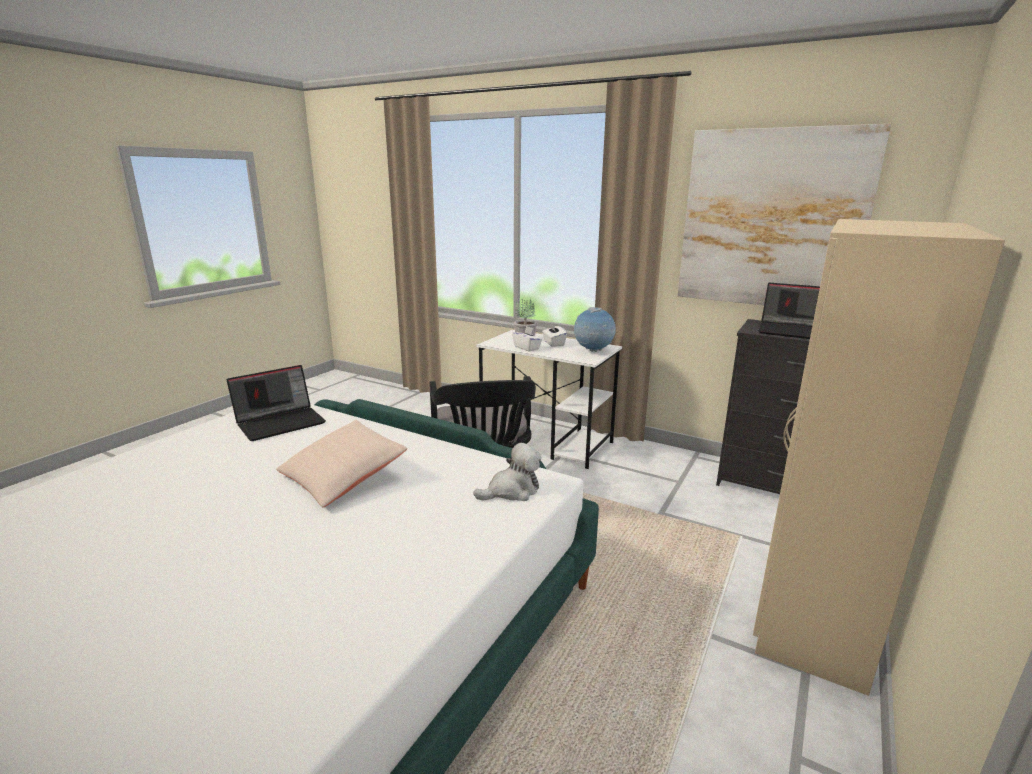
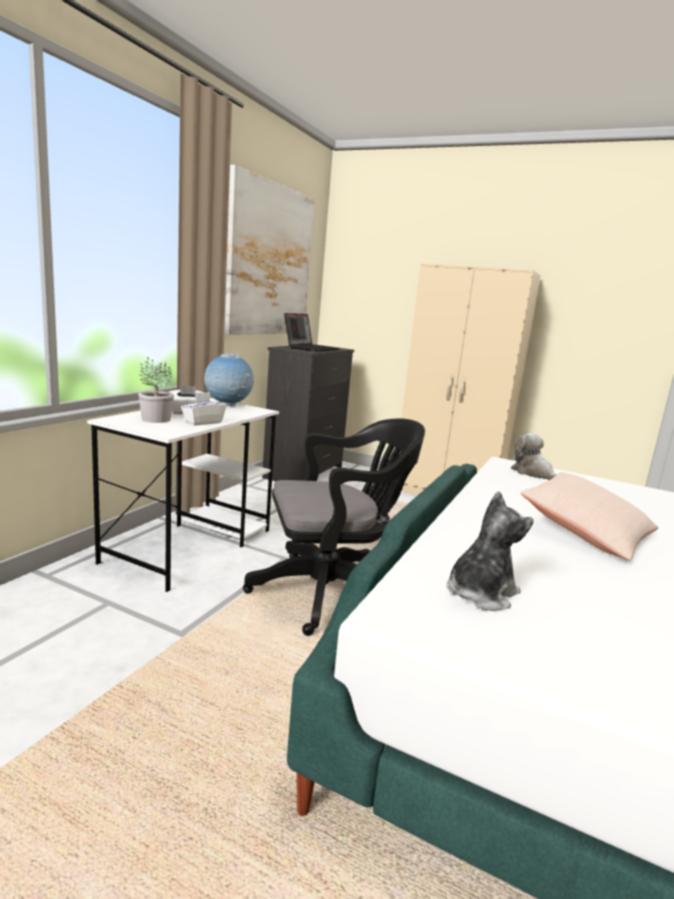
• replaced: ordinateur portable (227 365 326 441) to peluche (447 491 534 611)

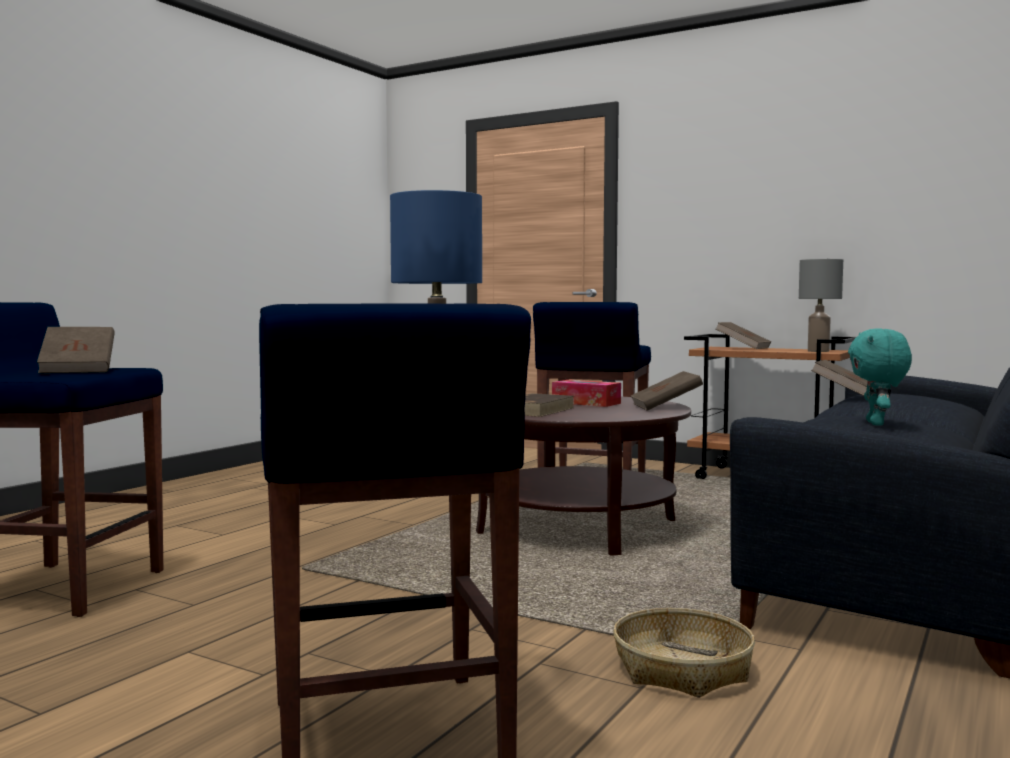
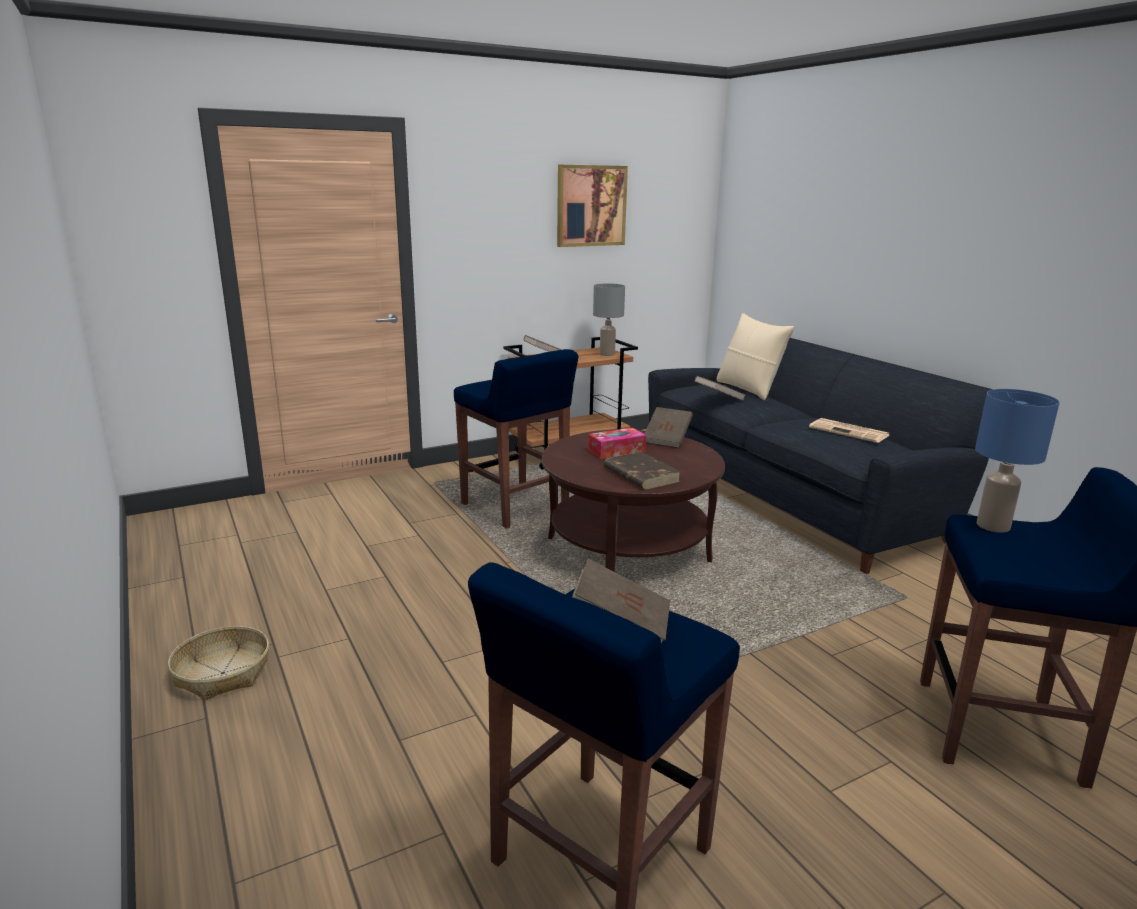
• moved: panier (613 608 755 698) to (168 626 269 700)
• replaced: peluche (turquoise) (848 328 912 426) to journal (809 418 889 443)
• added: tableau (557 165 628 247)
• added: coussin (beige) (717 313 794 400)

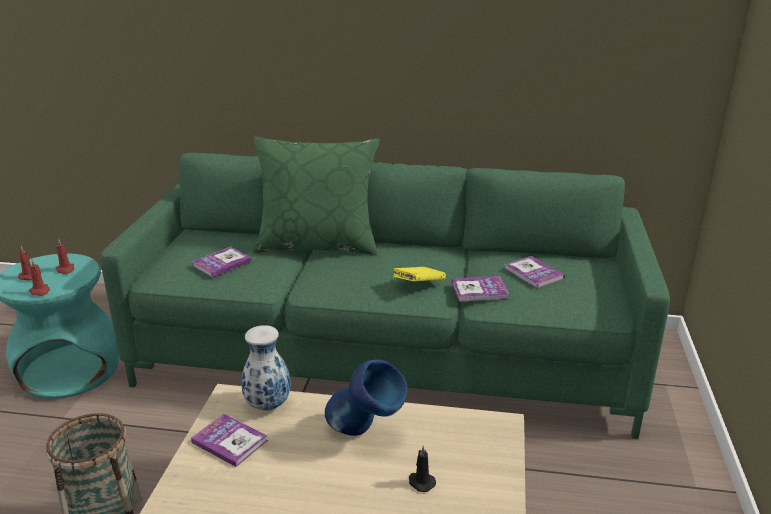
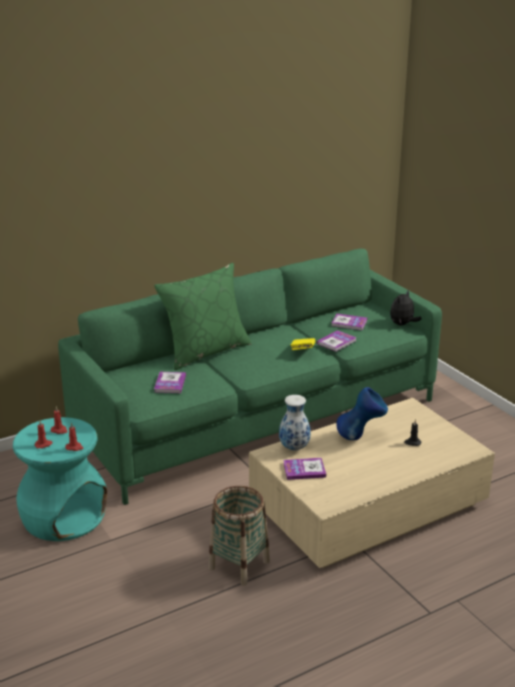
• added: peluche (390 290 422 325)

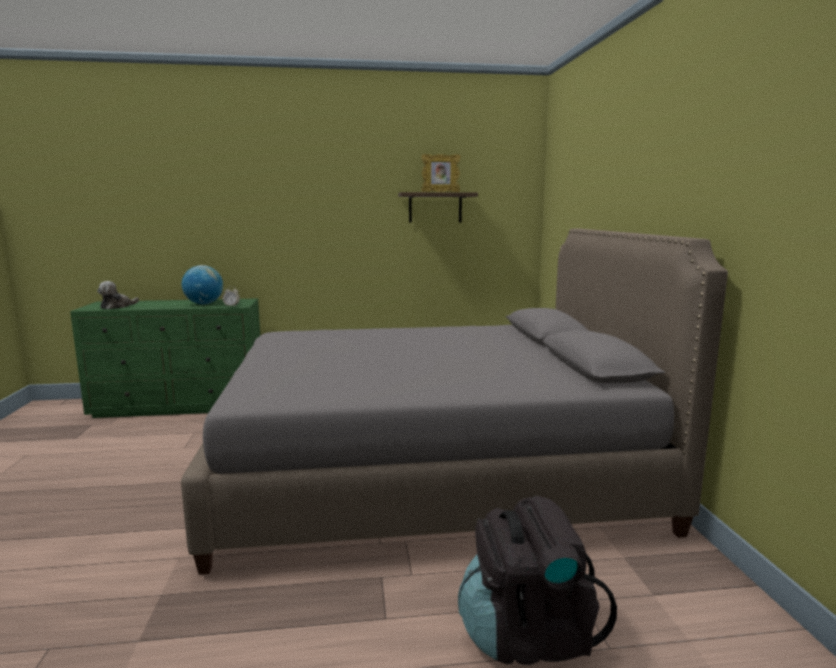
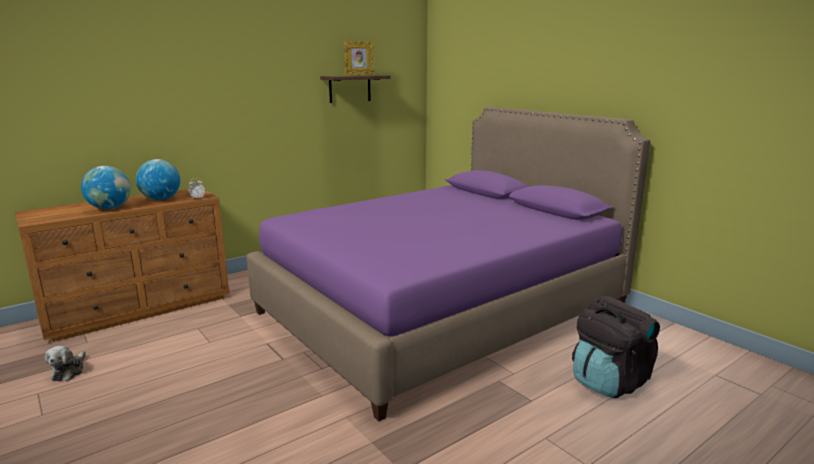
• recoloured: commode (vert) (70 298 260 418) to commode (marron) (15 189 230 342)
• moved: peluche (97 281 139 309) to (45 346 86 381)
• recoloured: lit (gris) (181 229 728 575) to lit (violet) (247 107 650 421)
• added: globe (81 166 131 209)

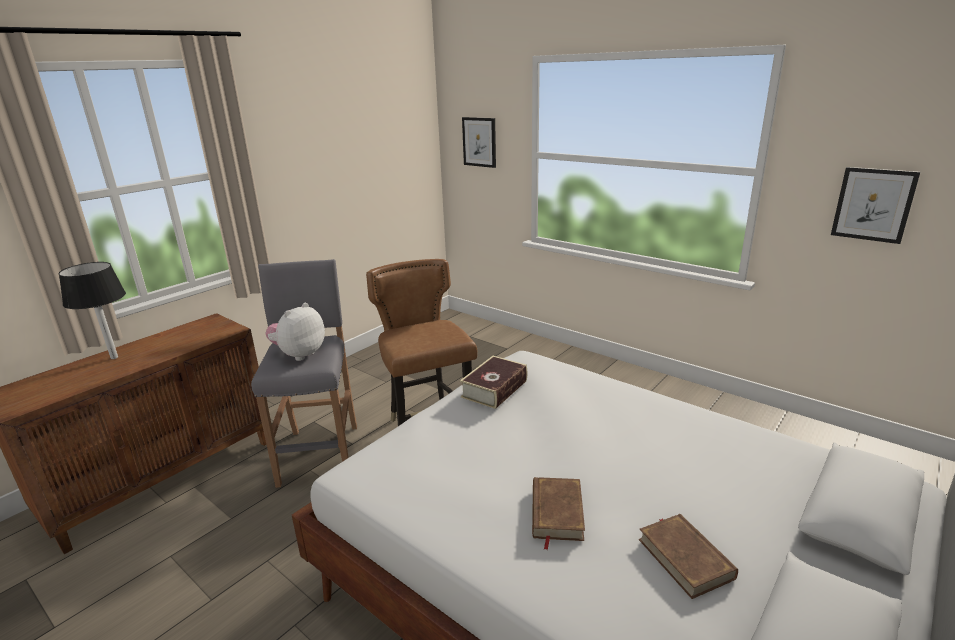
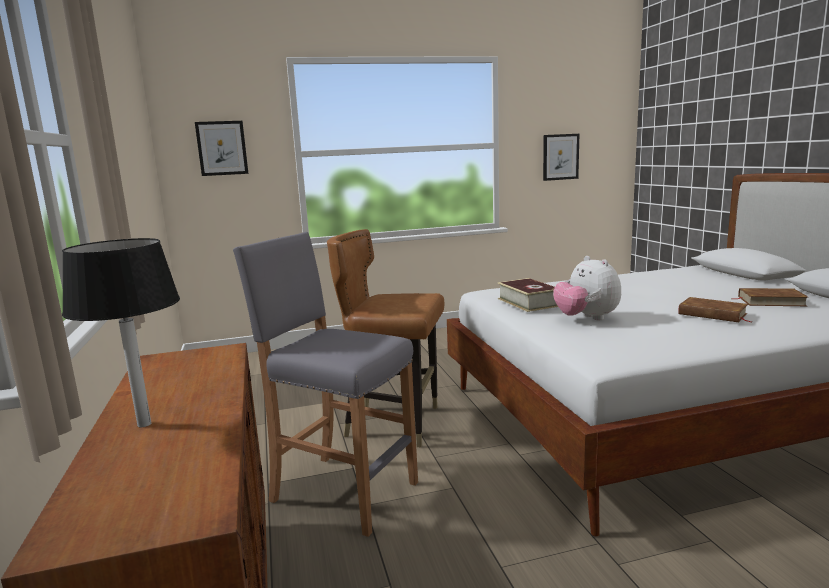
• moved: peluche (265 303 325 361) to (553 256 621 320)

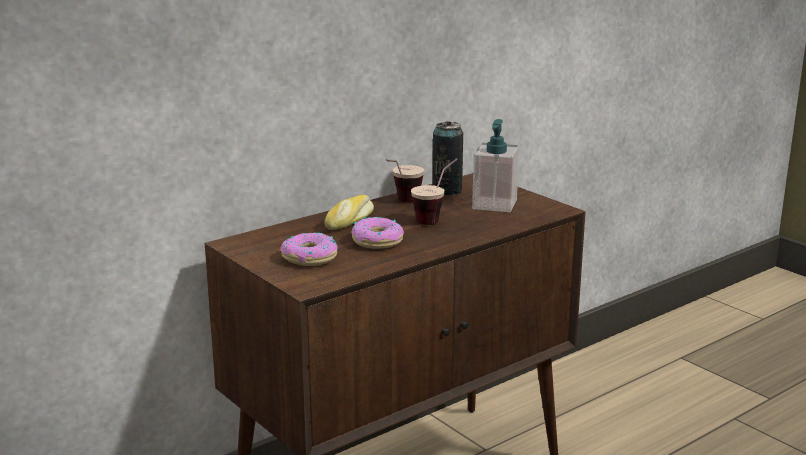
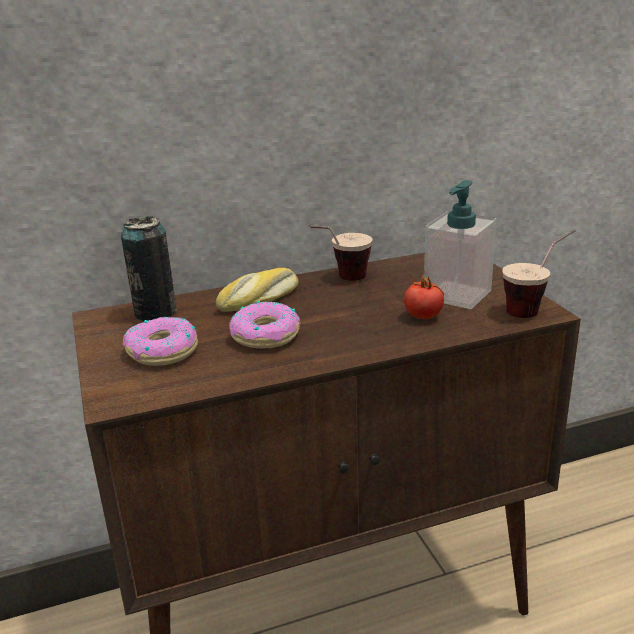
• moved: tasse (411 158 458 225) to (502 229 576 318)
• moved: boîte métallique (433 122 463 195) to (121 216 177 321)
• added: tomate (404 271 444 319)

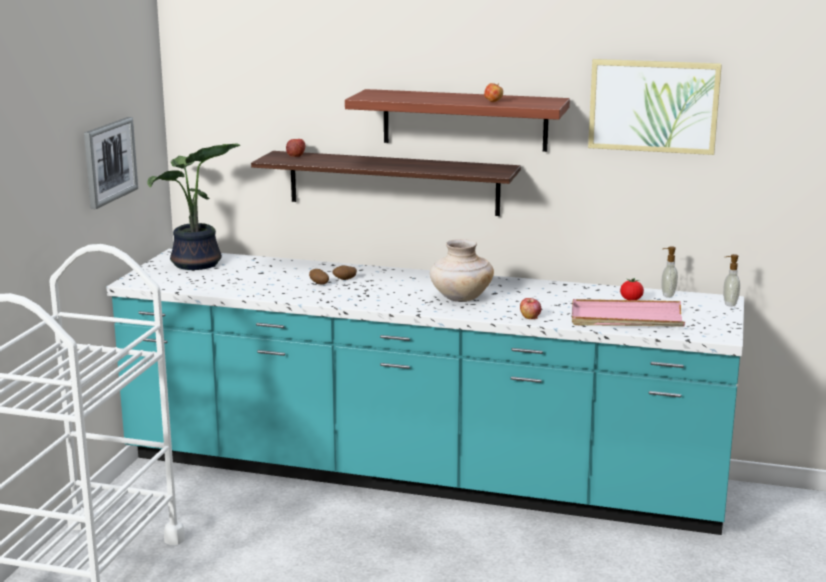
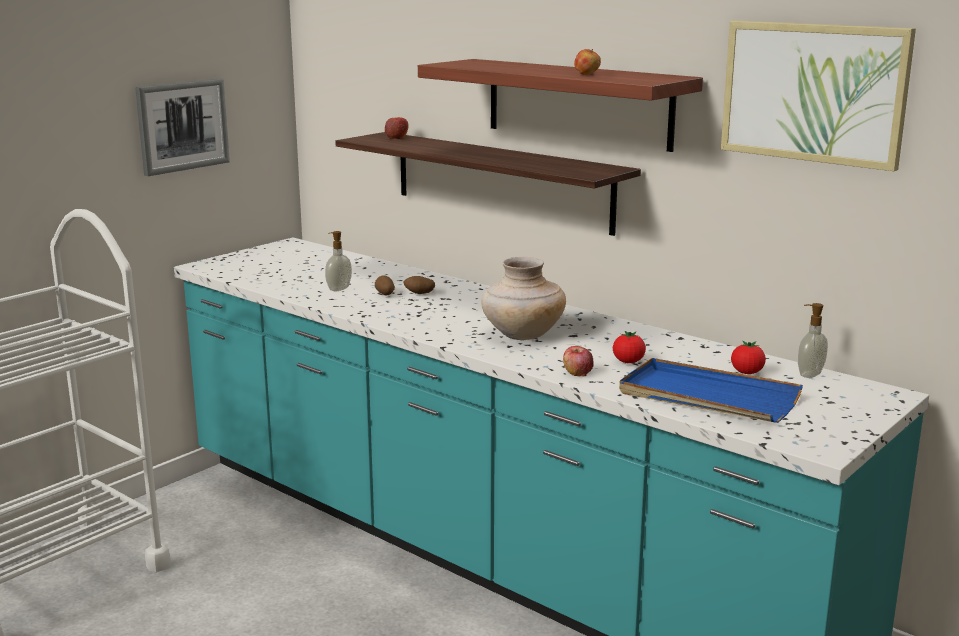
• removed: plante en pot (147 144 240 270)
• recoloured: plateau (rose) (572 299 685 327) to plateau (bleu) (619 358 803 423)
• moved: distributeur de savon (723 254 740 307) to (325 231 352 291)
• added: tomate (613 331 646 363)

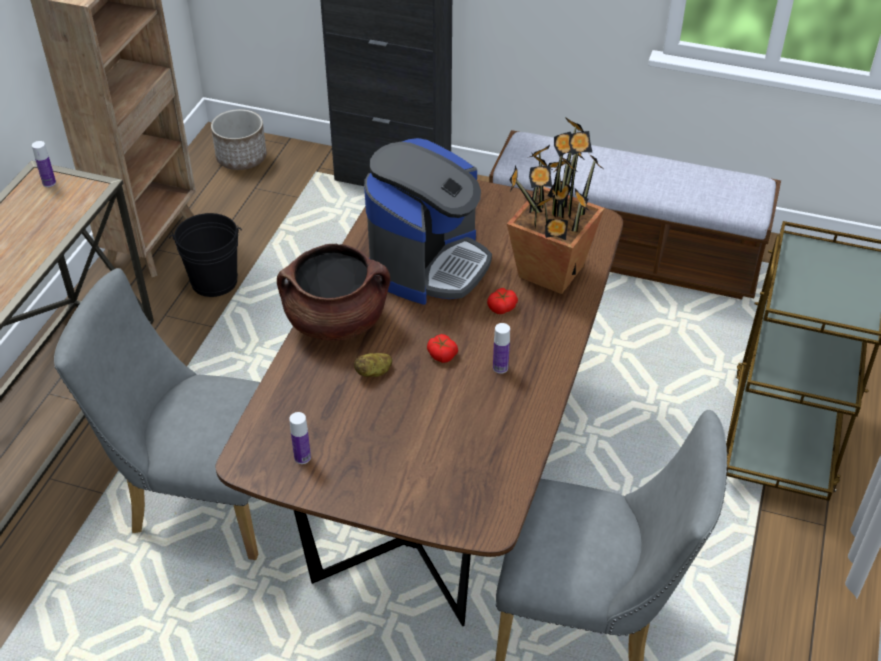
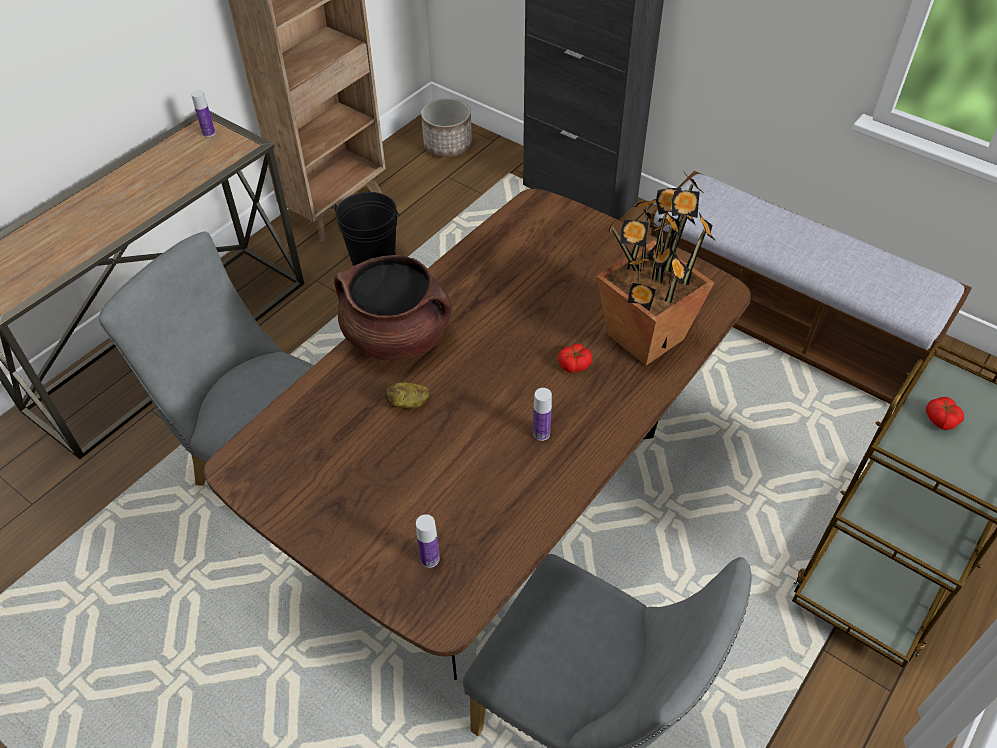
• moved: bouteille (289 412 311 464) to (416 514 440 568)
• removed: machine à café (364 138 492 305)
• moved: tomate (427 334 458 363) to (926 397 964 430)

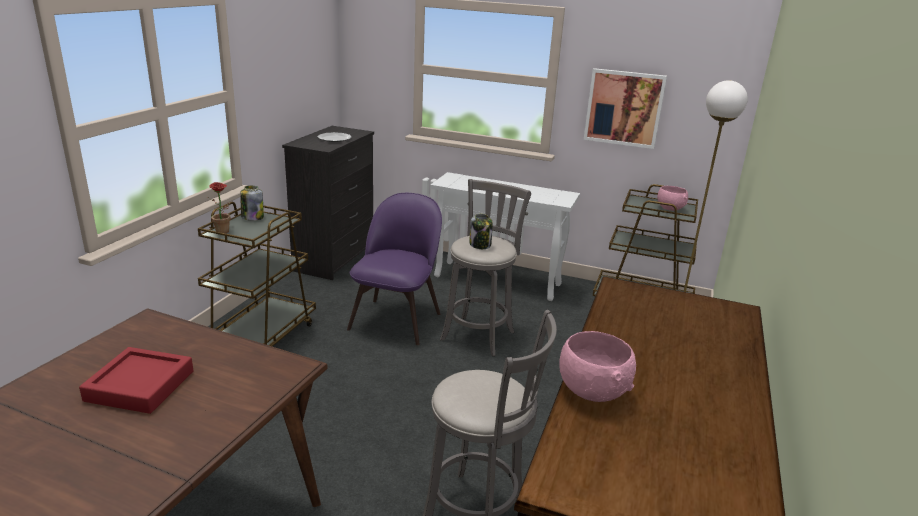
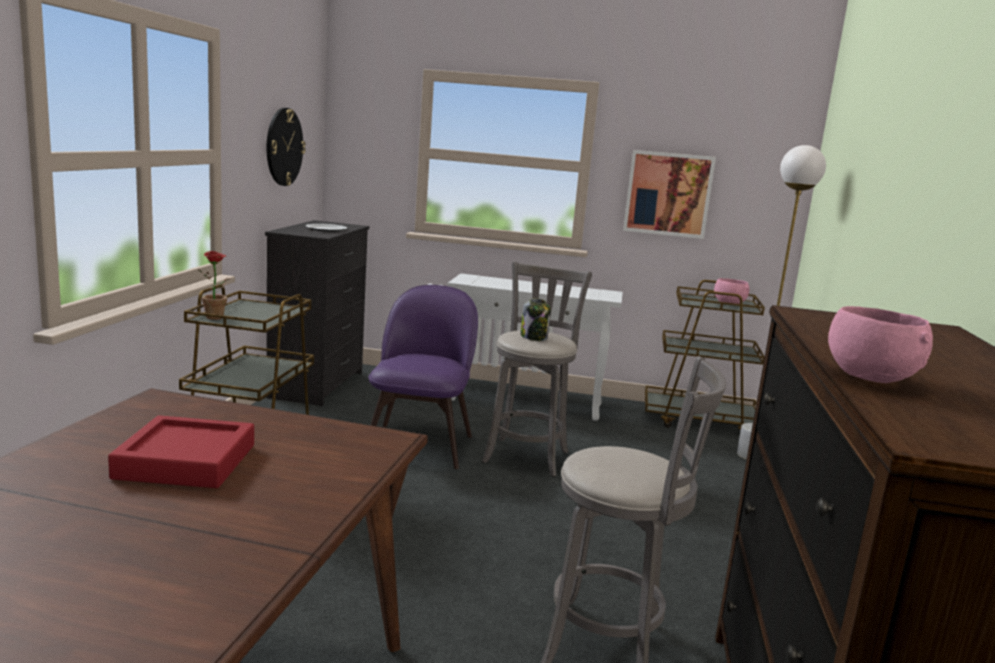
• removed: bocal (240 186 264 221)
• added: horloge murale (267 108 305 186)

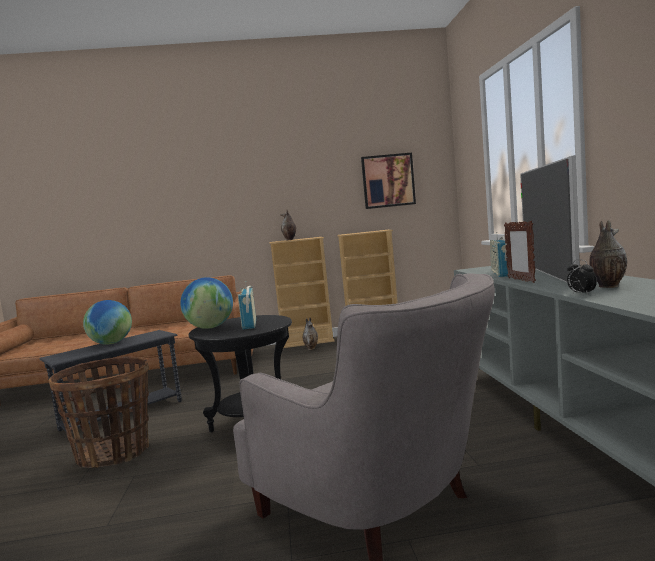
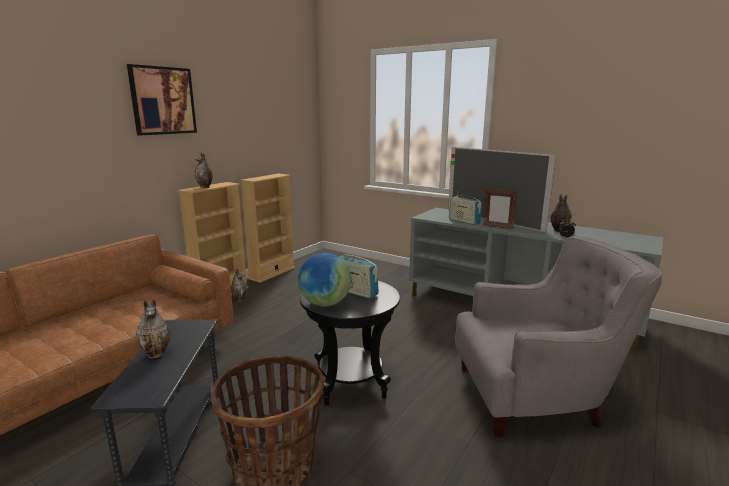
• replaced: globe (83 300 132 345) to vase (136 299 170 358)
• moved: tableau (361 153 416 209) to (127 64 197 136)

